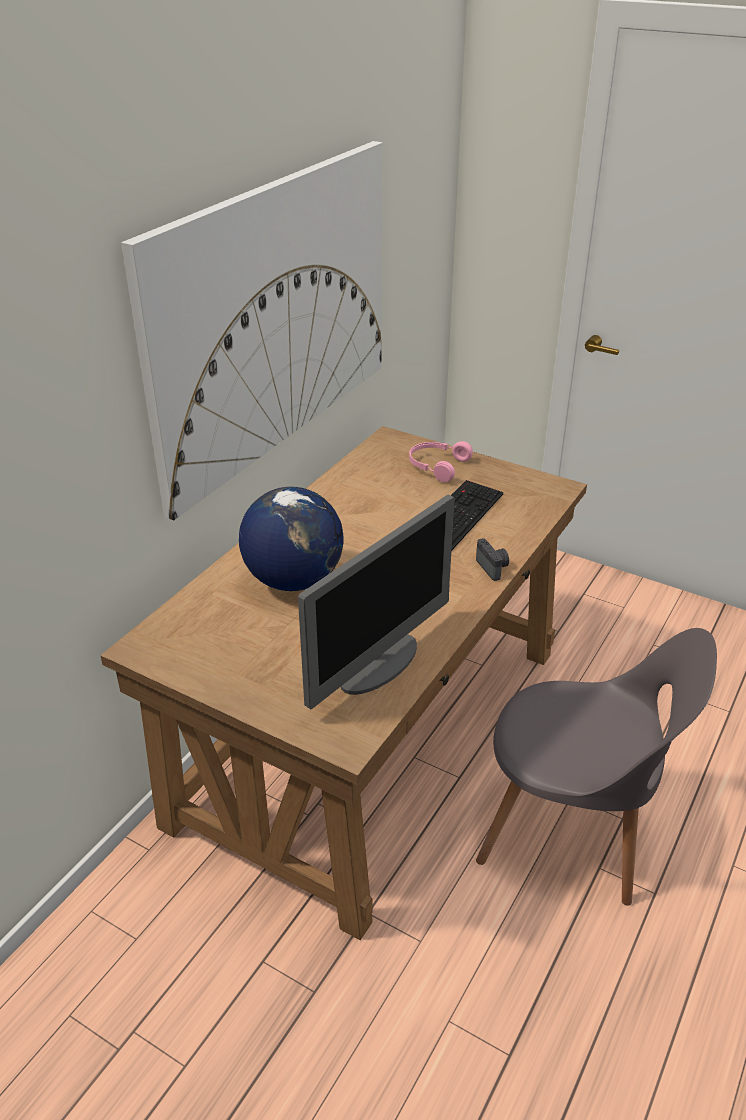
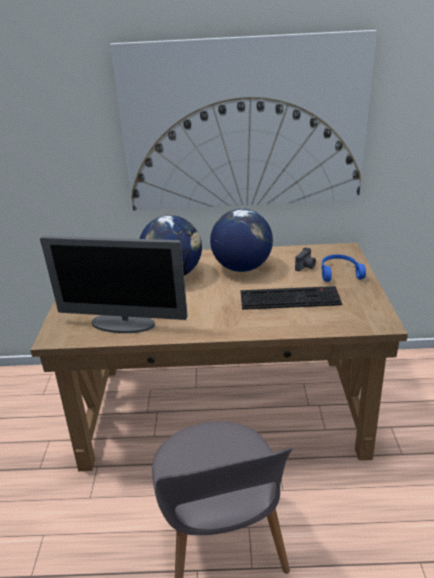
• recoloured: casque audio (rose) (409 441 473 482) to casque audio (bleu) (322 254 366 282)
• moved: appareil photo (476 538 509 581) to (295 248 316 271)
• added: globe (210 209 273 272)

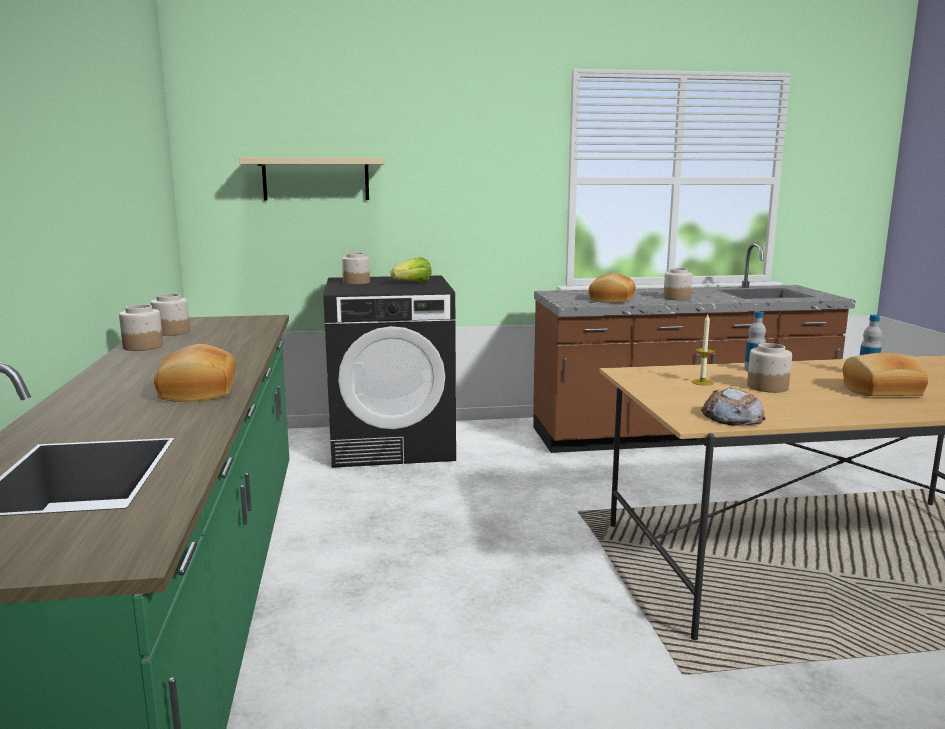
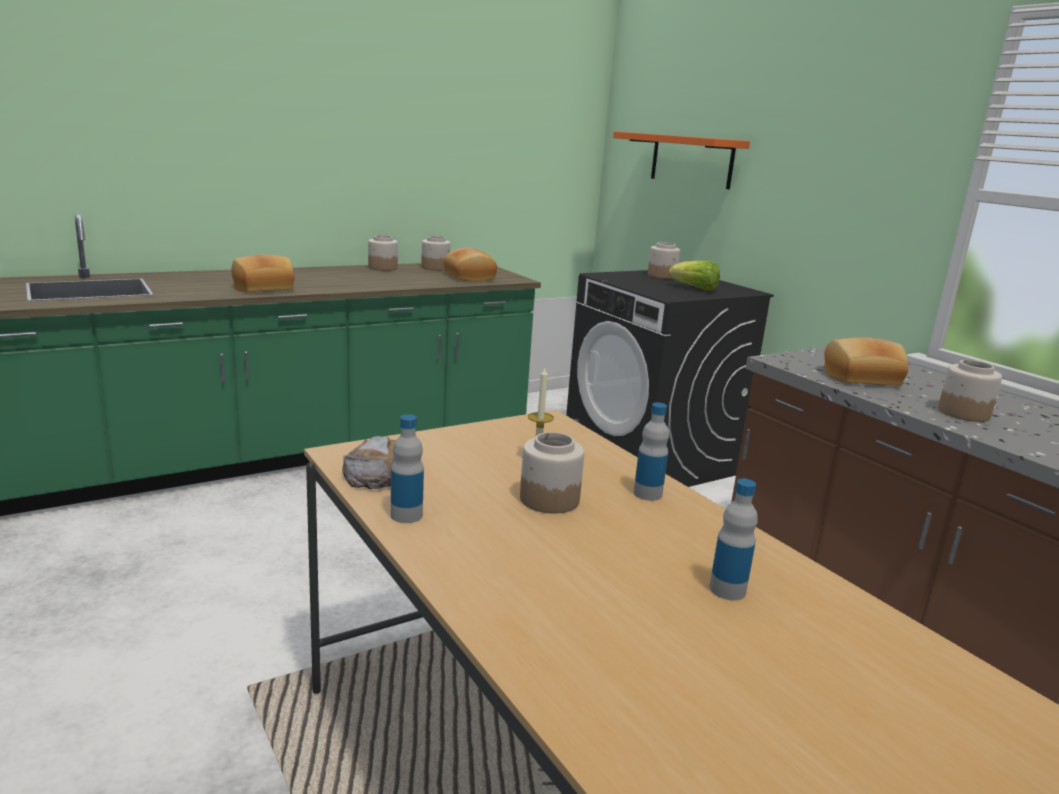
• recoloured: étagère (beige) (239 157 385 201) to étagère (orange) (613 131 750 189)
• moved: pain (843 352 928 396) to (444 248 497 282)
• added: bouteille (391 414 424 523)

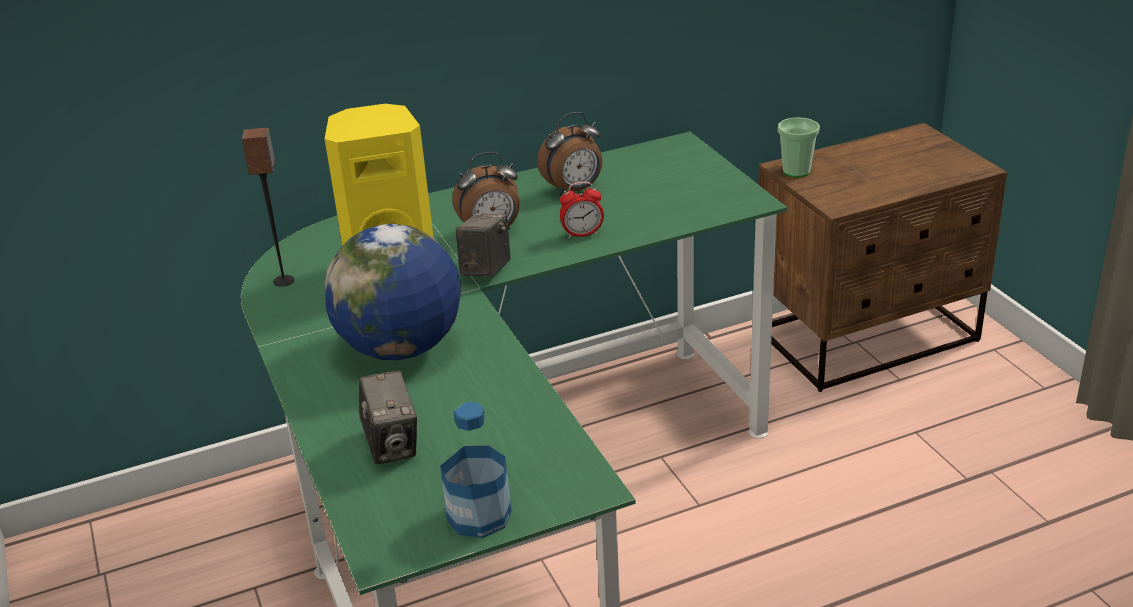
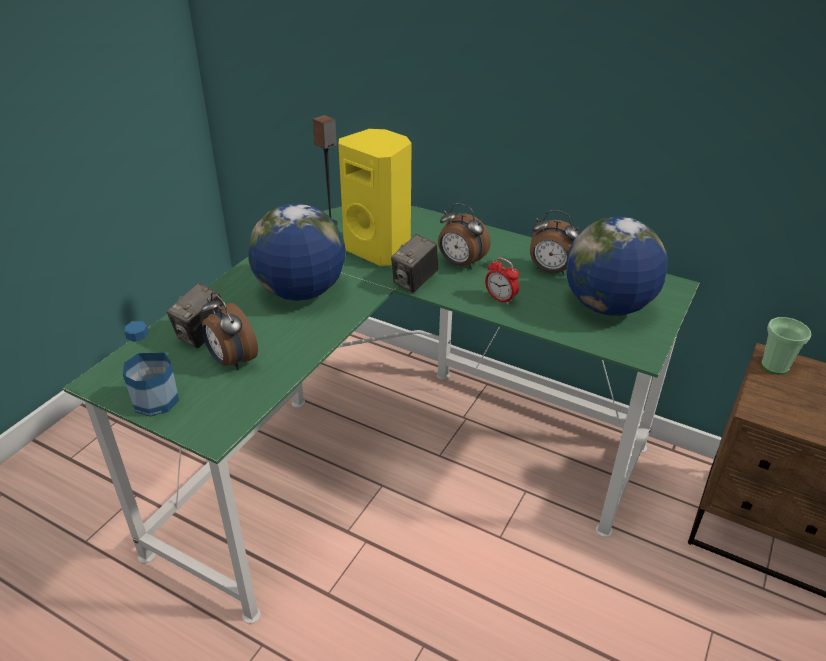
• turned: appareil photo (456 213 510 277) = (391 234 438 293) 150 degrees clockwise
• added: réveil (201 292 258 370)
• added: globe (566 217 668 316)

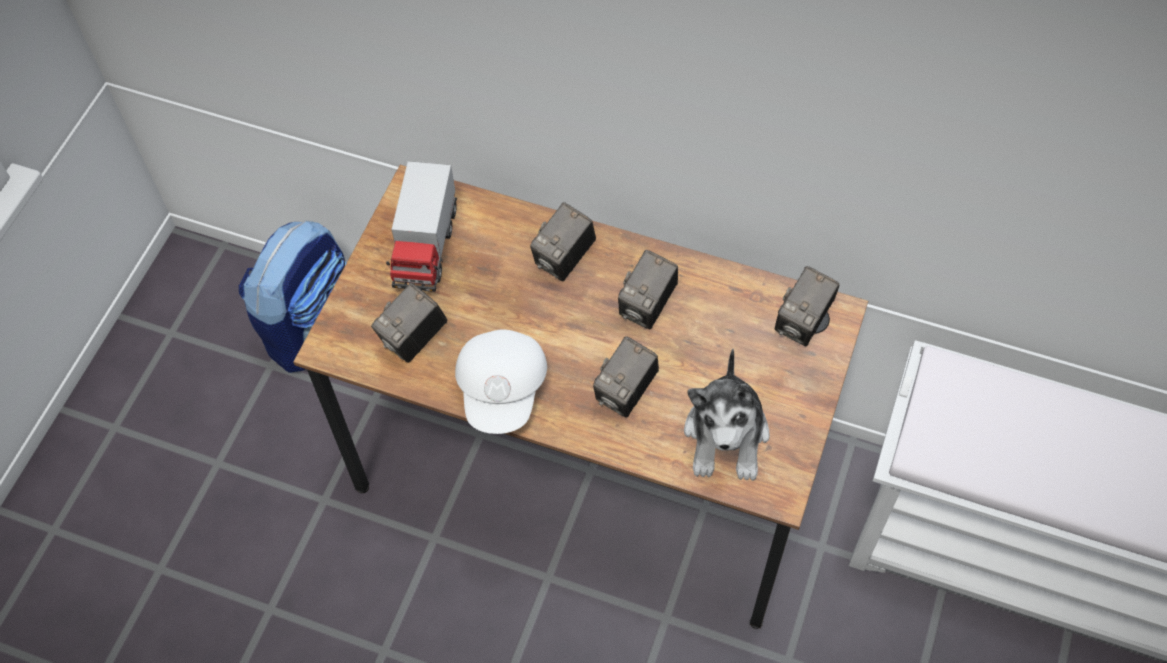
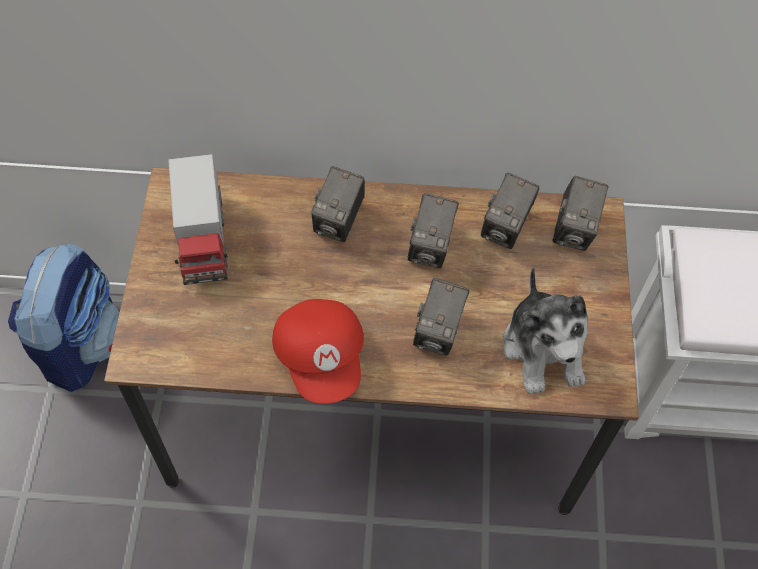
• moved: appareil photo (371 283 447 363) to (481 173 539 249)
• recoloured: casquette (blanc) (455 329 547 434) to casquette (rouge) (272 299 364 404)

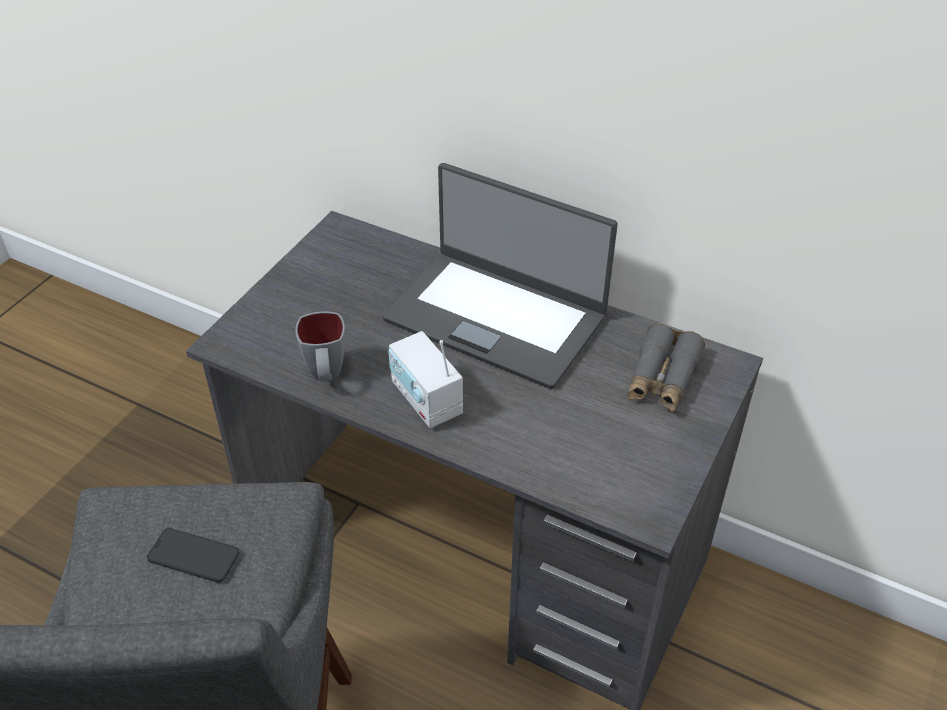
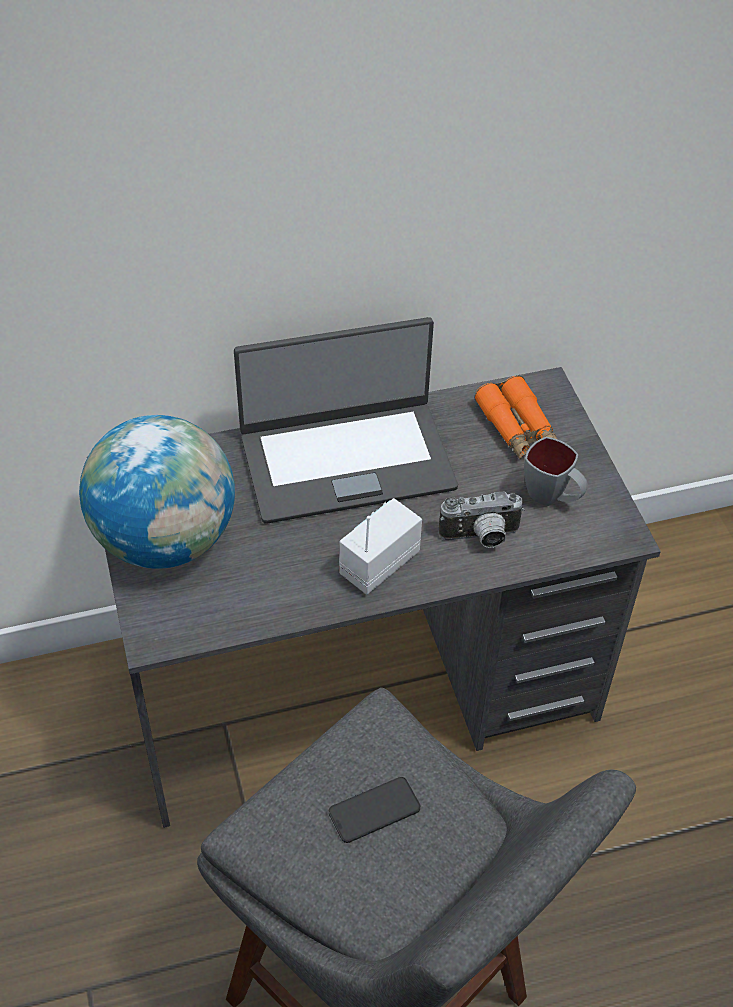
• moved: mug (gris) (295 312 346 382) to (524 437 588 506)
• turned: radio (388 331 463 428) = (339 498 422 595) 120 degrees clockwise
• recoloured: jumelles (gris) (627 323 705 412) to jumelles (orange) (474 376 557 459)
• added: globe (79 415 235 569)
• added: appareil photo (438 491 524 548)

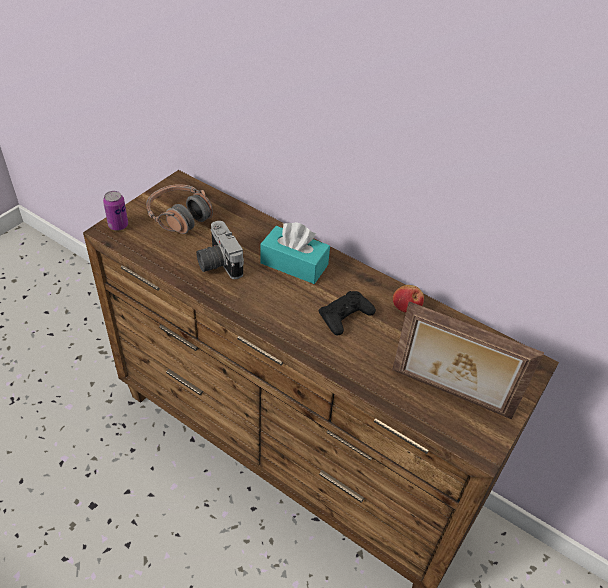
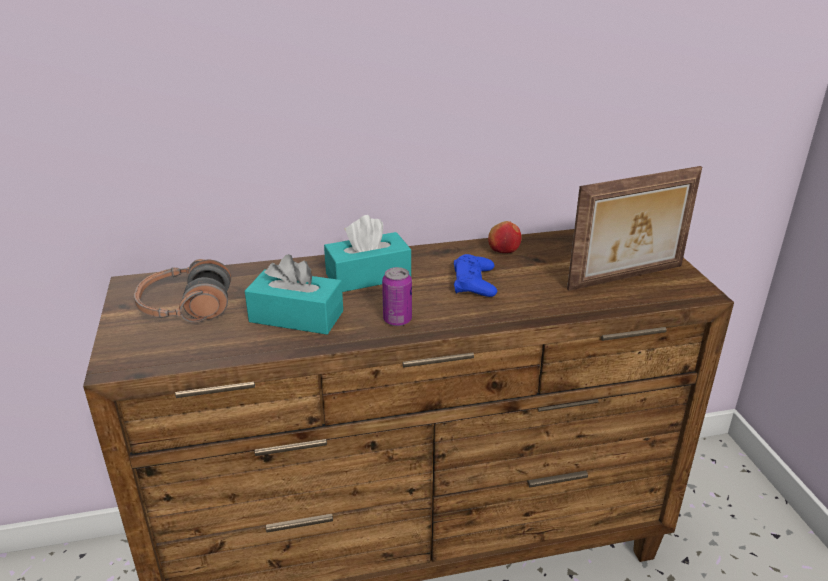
• moved: boîte métallique (103 191 128 231) to (382 267 412 326)
• replaced: appareil photo (196 221 244 279) to boîte à mouchoirs (turquoise) (245 254 343 335)
• recoloured: manette (noir) (319 291 376 335) to manette (bleu) (454 254 497 297)

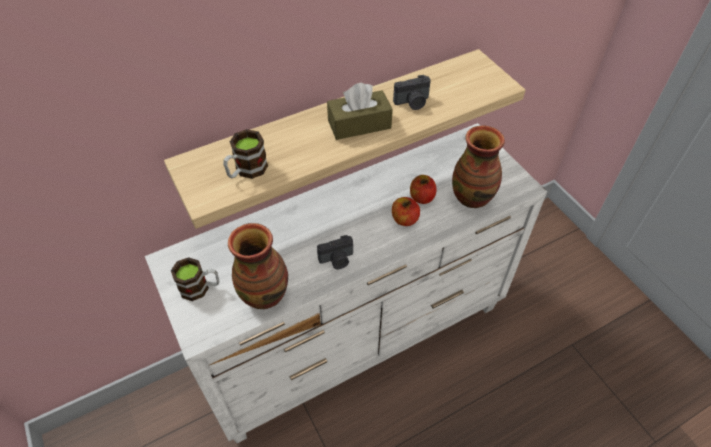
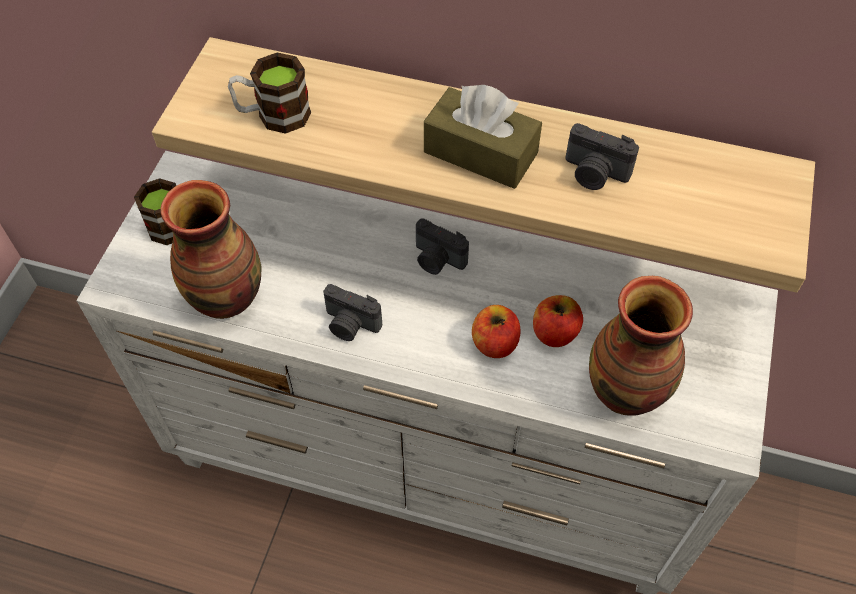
• added: appareil photo (416 218 469 275)

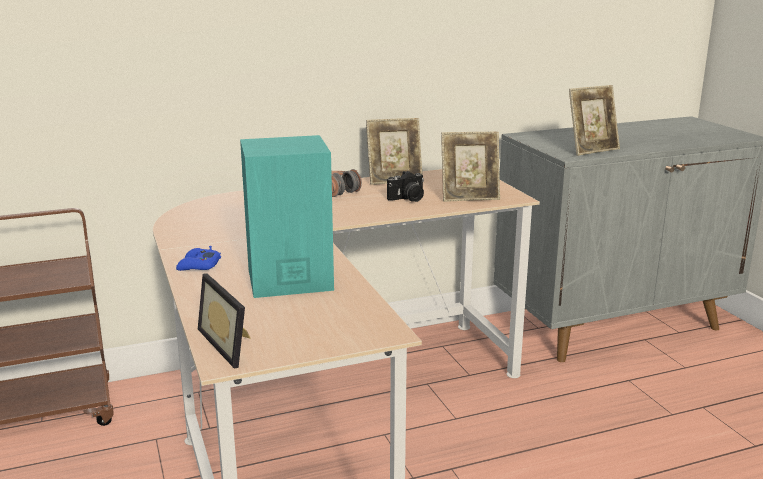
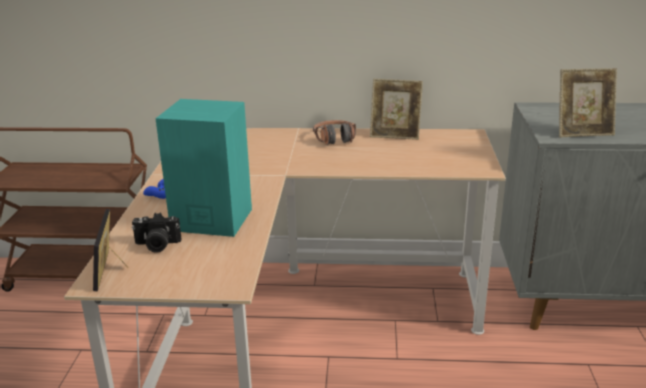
• moved: appareil photo (387 171 424 202) to (132 213 182 253)
• removed: cadre photo (441 132 500 202)

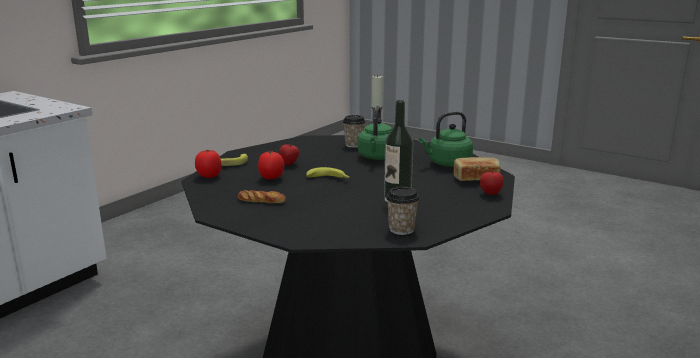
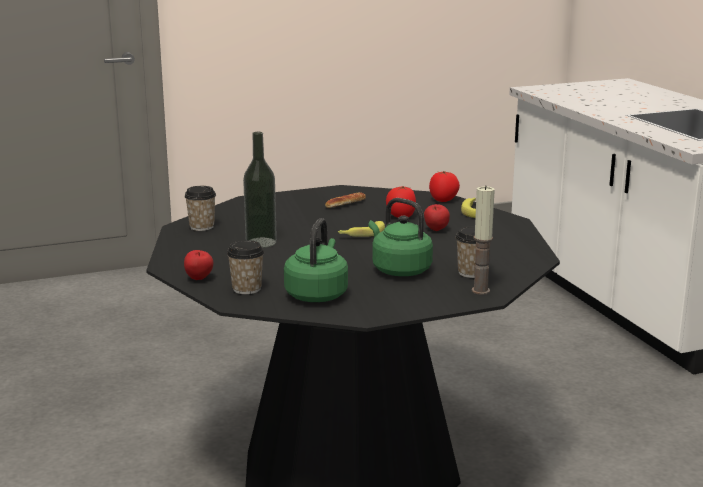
• replaced: pain (454 157 500 181) to tasse (227 240 264 295)

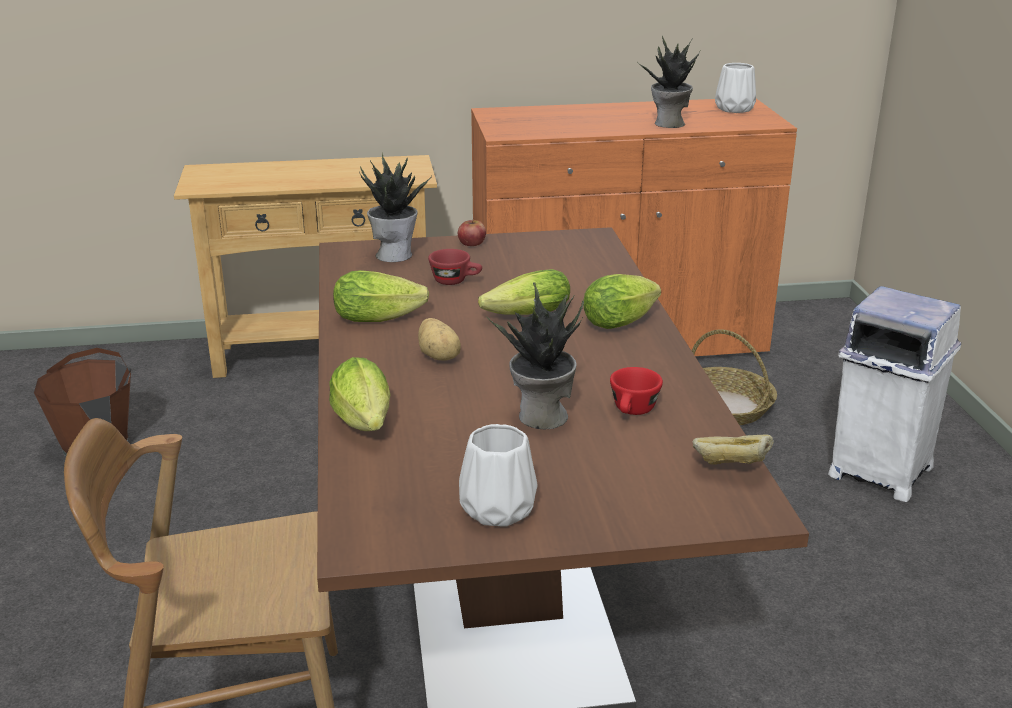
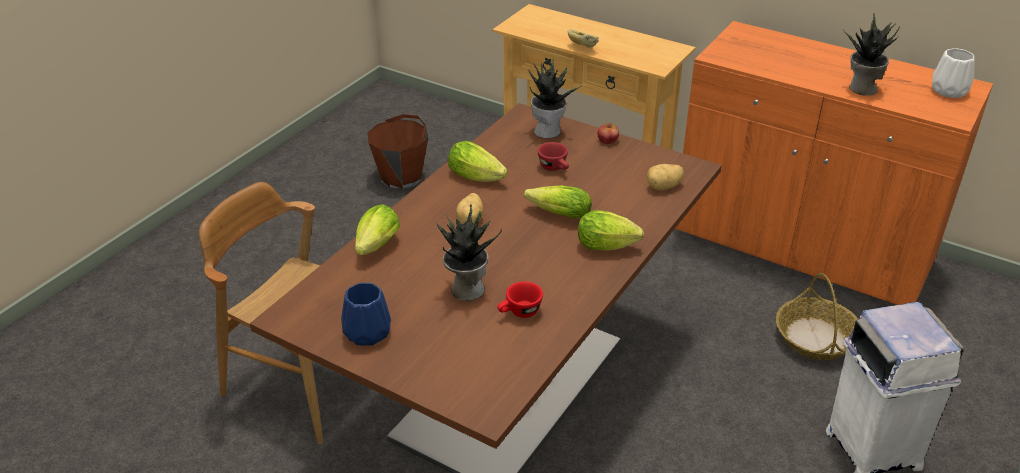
• recoloured: vase (blanc) (459 424 537 527) to vase (bleu) (341 283 391 345)
• moved: pain (693 435 774 465) to (567 29 598 48)
• added: pomme de terre (646 164 684 190)

